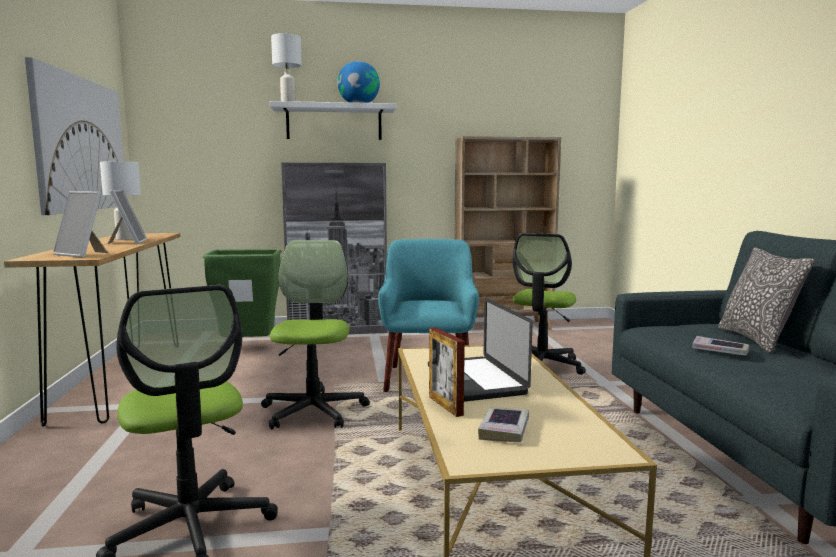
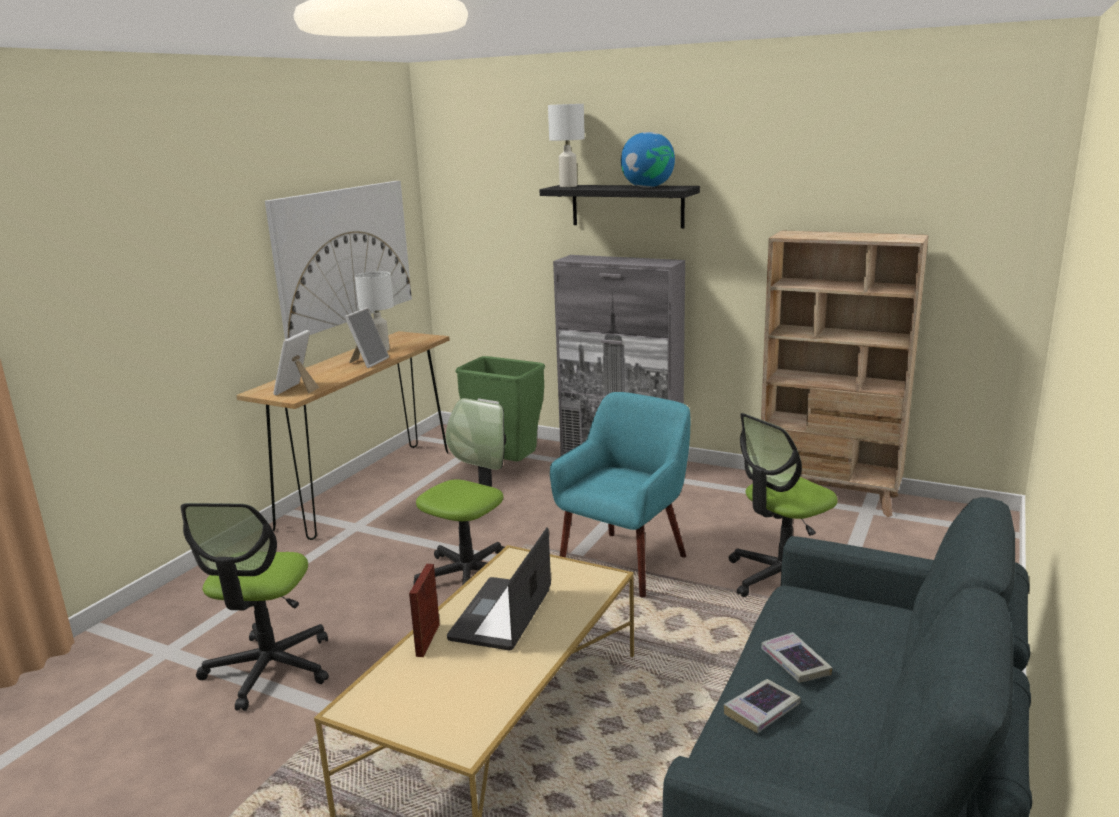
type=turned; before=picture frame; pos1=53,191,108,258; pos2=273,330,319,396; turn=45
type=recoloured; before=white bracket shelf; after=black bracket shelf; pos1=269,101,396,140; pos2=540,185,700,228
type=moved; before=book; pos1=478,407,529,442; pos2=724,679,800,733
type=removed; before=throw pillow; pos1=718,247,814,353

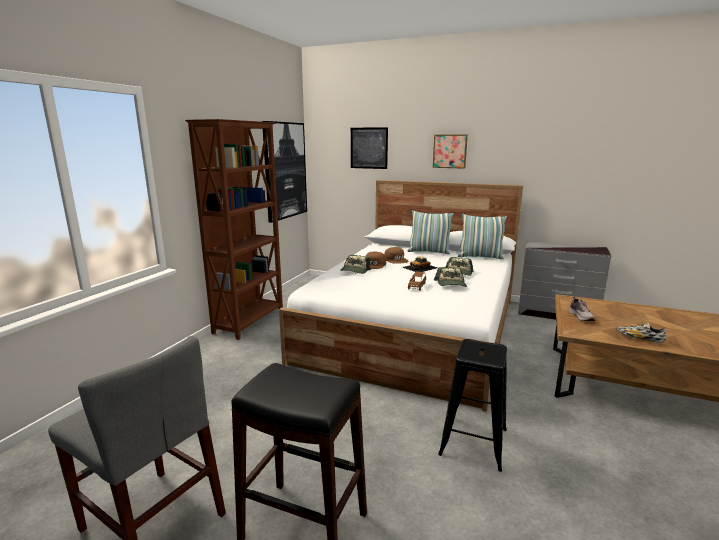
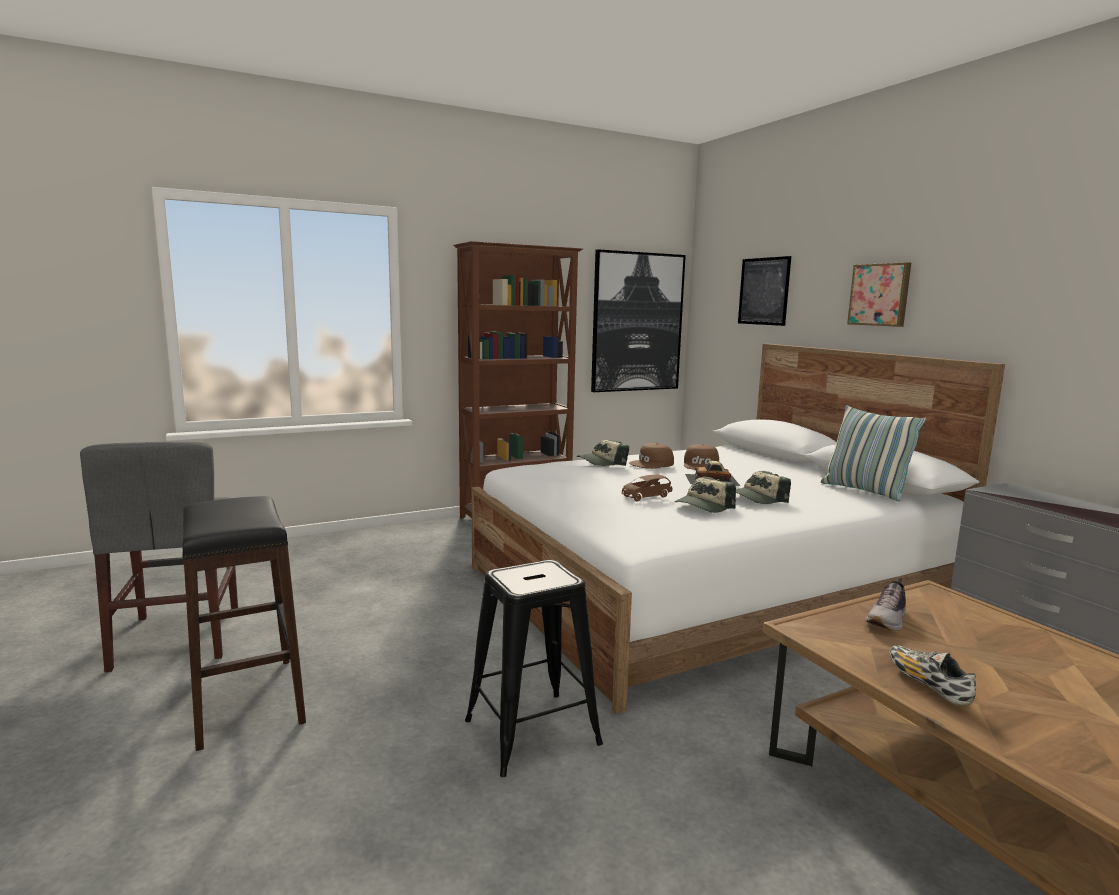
type=removed; before=throw pillow; pos1=407,210,454,254

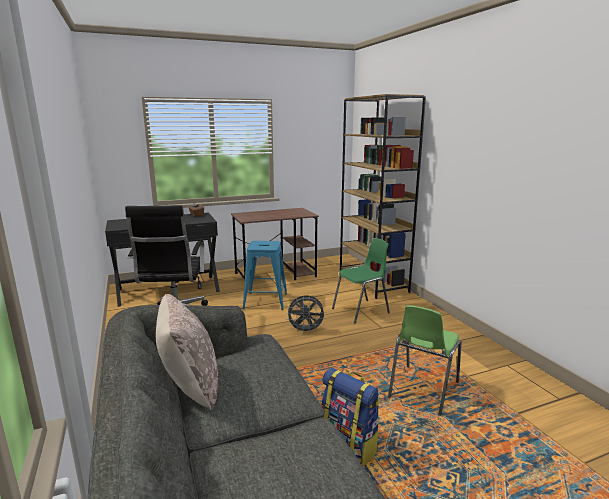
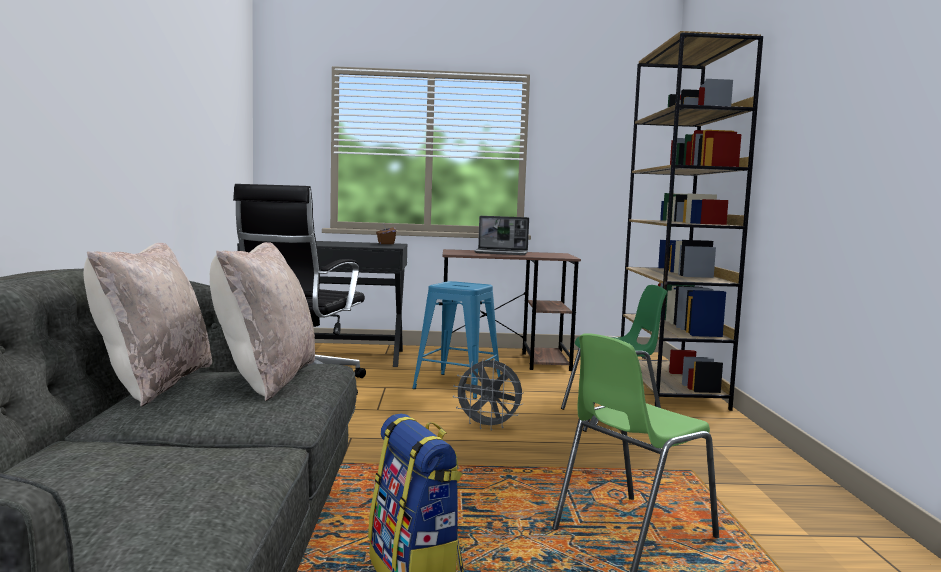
type=added; after=sand-coloured throw pillow; pos2=210,242,315,401
type=added; after=laptop; pos2=474,216,529,255

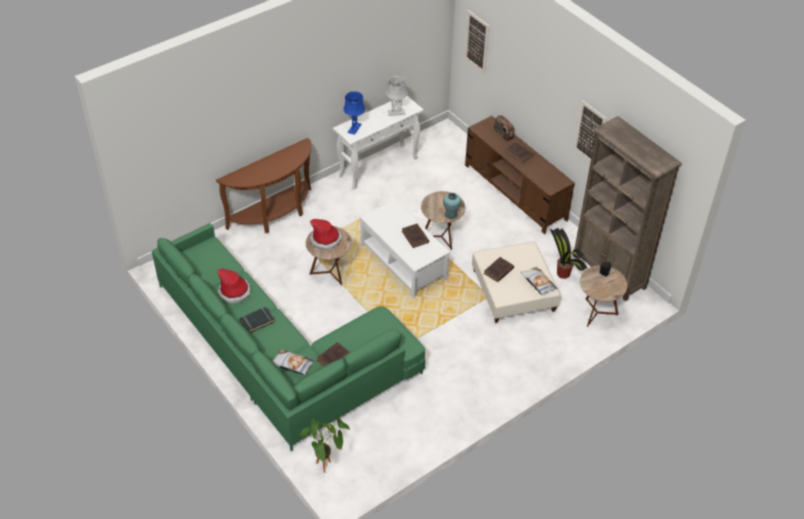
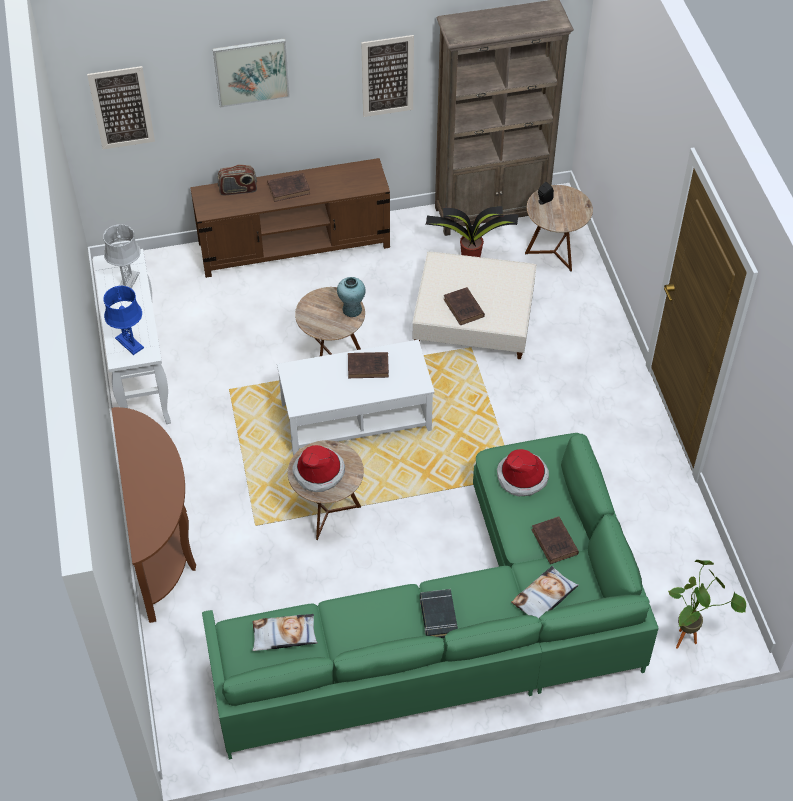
type=moved; before=clothing hat; pos1=218,269,251,304; pos2=497,449,549,496
type=moved; before=throw pillow; pos1=520,267,558,295; pos2=252,614,318,651
type=added; after=wall art; pos2=213,38,290,108

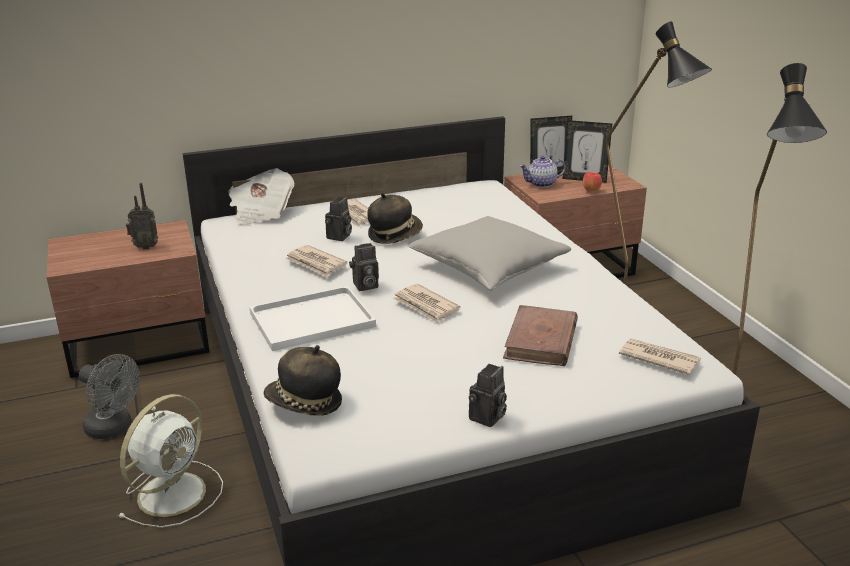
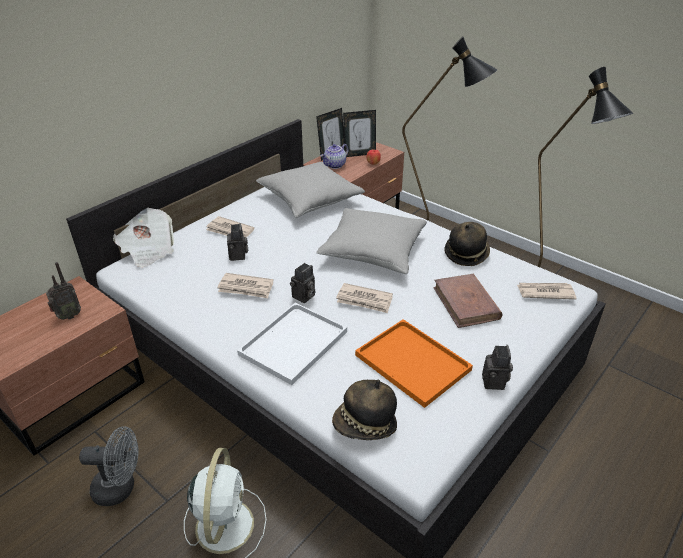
type=moved; before=clothing hat; pos1=367,193,423,244; pos2=444,222,490,266
type=added; after=gray throw pillow; pos2=256,162,365,218
type=added; after=orangey serving tray; pos2=355,319,473,408

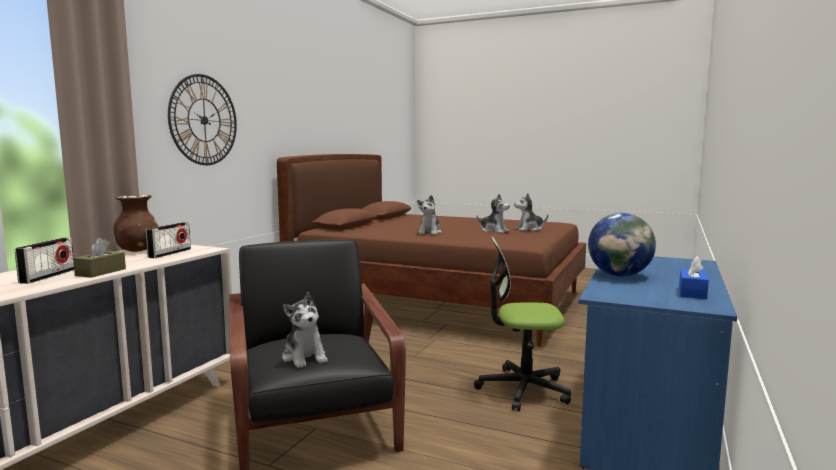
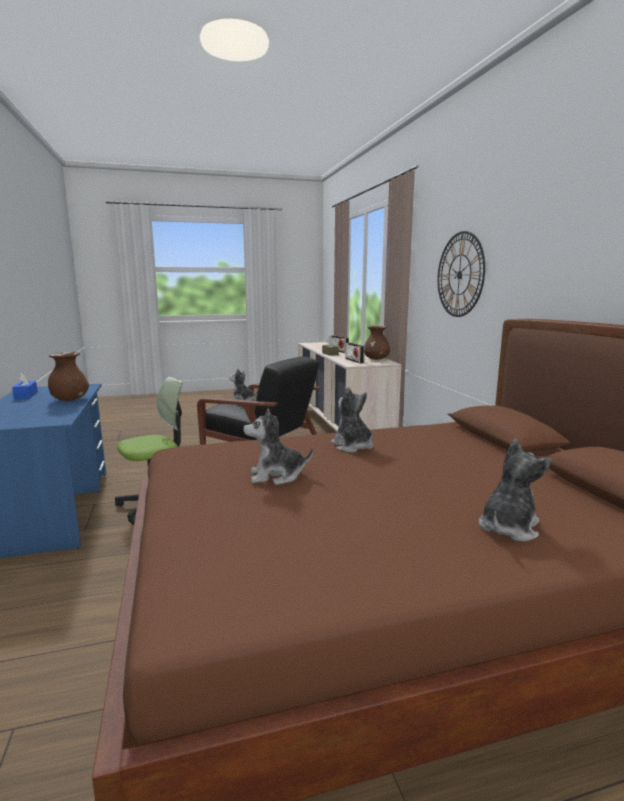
type=moved; before=plush toy; pos1=514,194,548,231; pos2=479,439,552,542
type=replaced; before=world globe; after=brown decorative vase; pos1=588,213,656,276; pos2=48,352,89,401

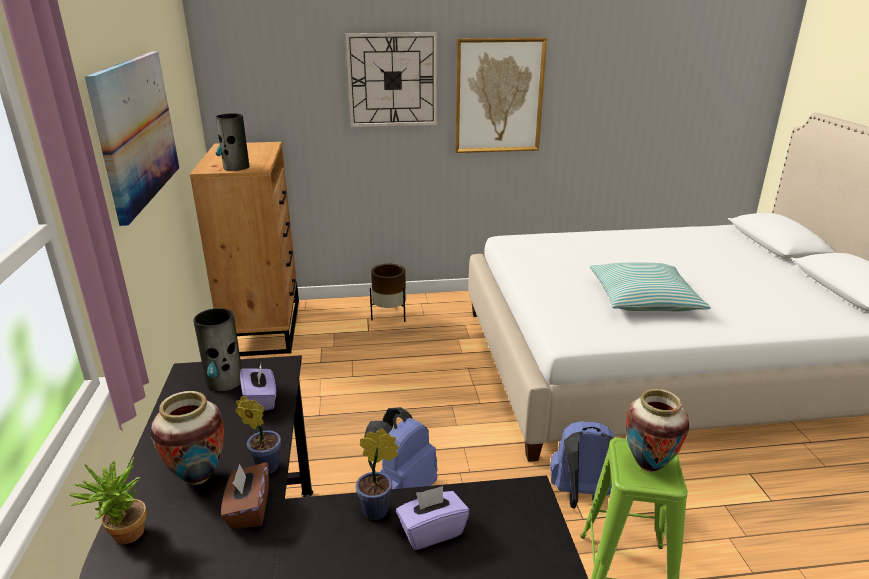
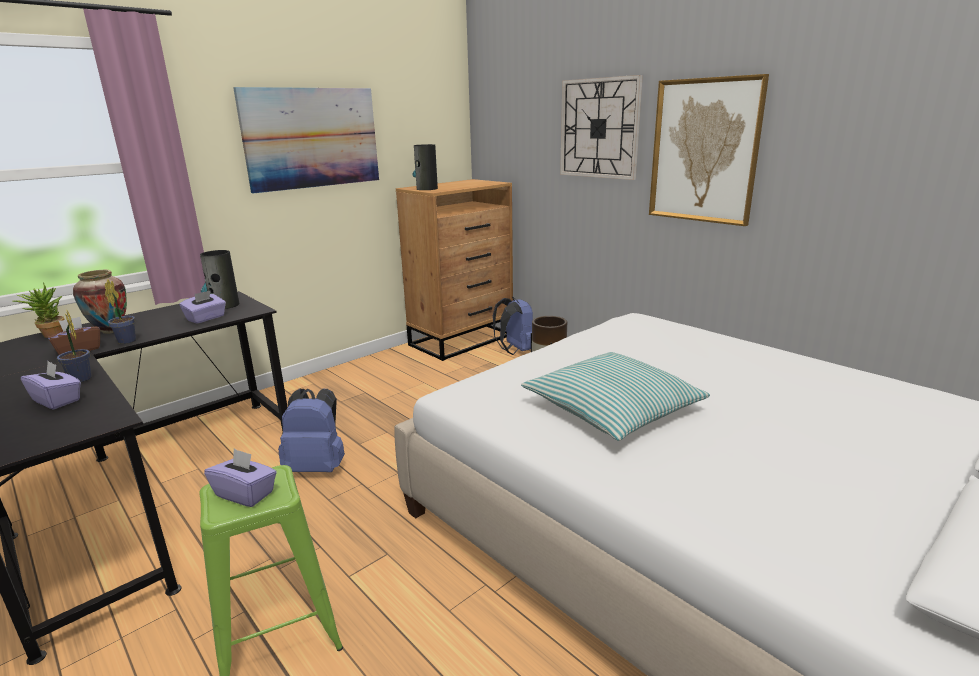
type=moved; before=bluish knapsack; pos1=550,421,615,509; pos2=493,297,533,355
type=replaced; before=decorative vase; after=purplish tissue box; pos1=626,389,689,472; pos2=204,448,277,507

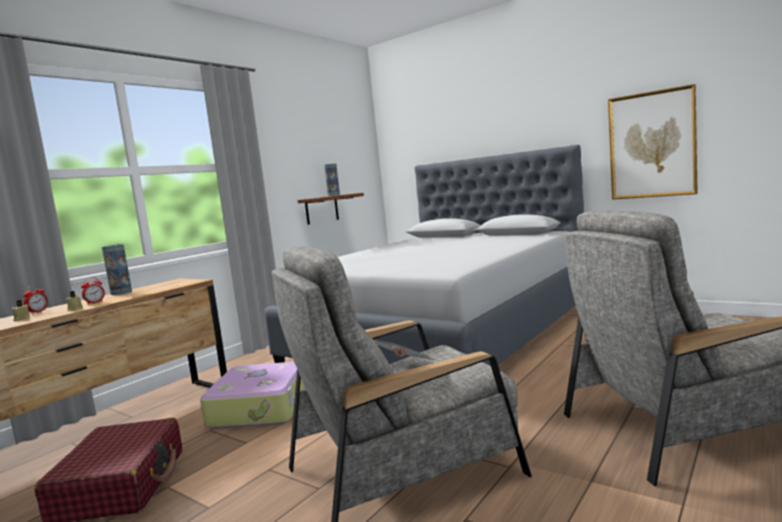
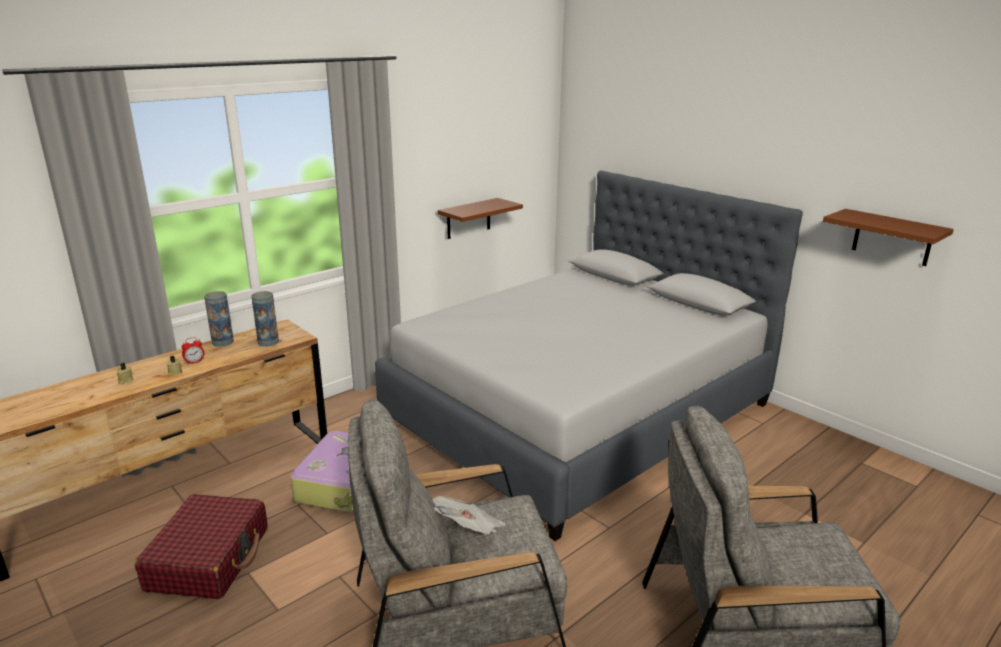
type=removed; before=bedside clock; pos1=23,285,48,314
type=moved; before=decorative vase; pos1=324,164,340,196; pos2=251,291,279,347
type=replaced; before=wall art; after=brown bracket shelf; pos1=608,84,698,200; pos2=823,209,954,266

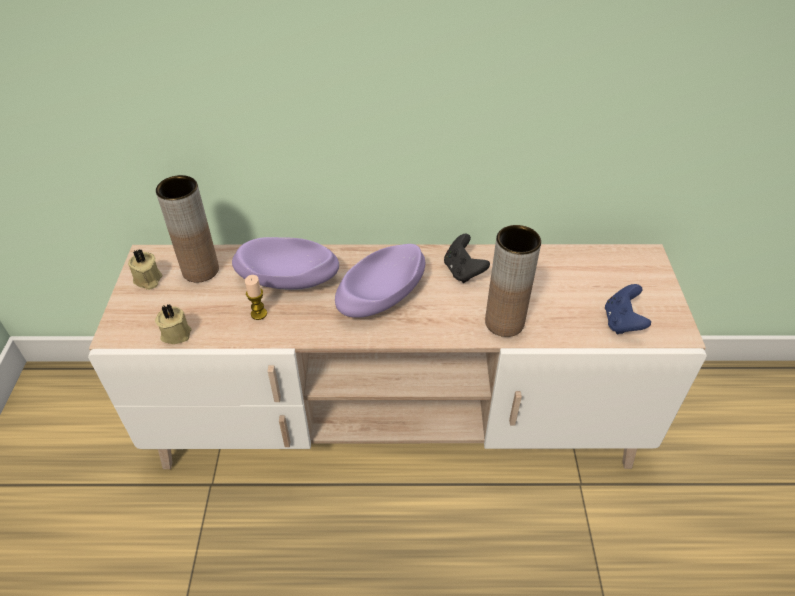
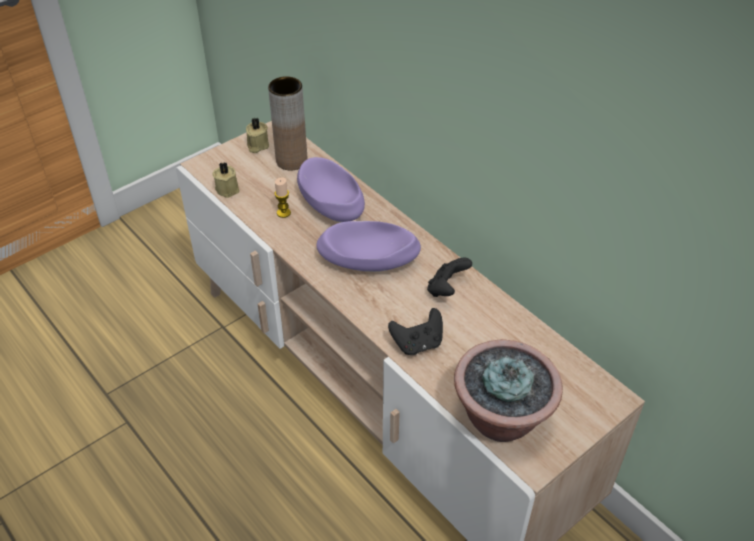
type=replaced; before=brown decorative vase; after=black joypad; pos1=485,225,541,337; pos2=388,308,443,355
type=replaced; before=bluish joypad; after=potted plant; pos1=605,284,651,334; pos2=454,339,563,442

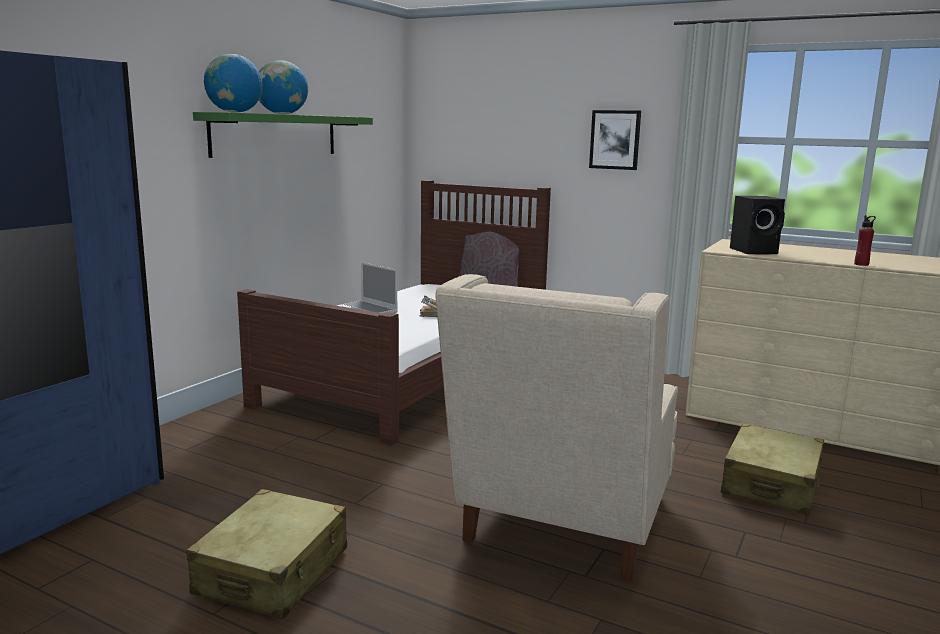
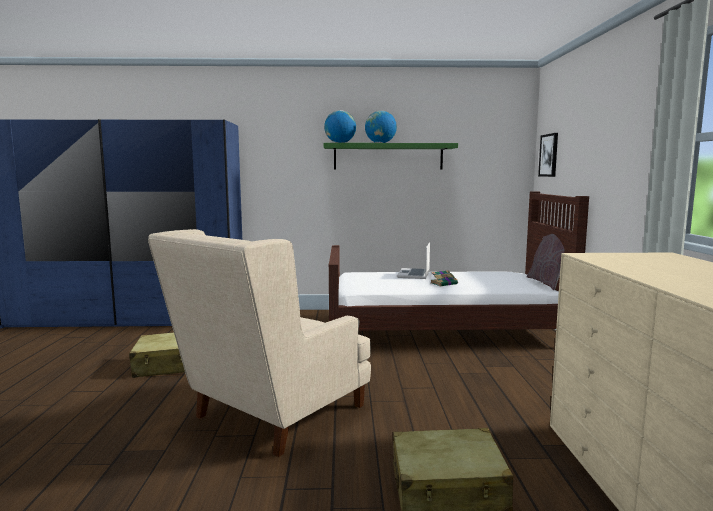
type=turned; before=sand-coloured easy chair; pos1=435,274,678,582; pos2=148,229,371,457; turn=-45
type=moved; before=wall art; pos1=589,110,641,170; pos2=538,133,558,177
type=removed; before=black loudspeaker; pos1=730,196,785,254
type=removed; before=red-coloured beverage bottle; pos1=854,215,876,266

